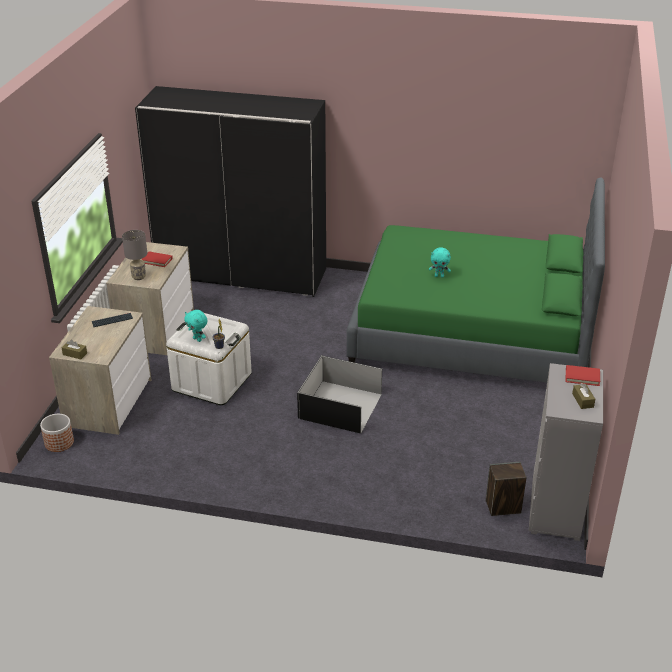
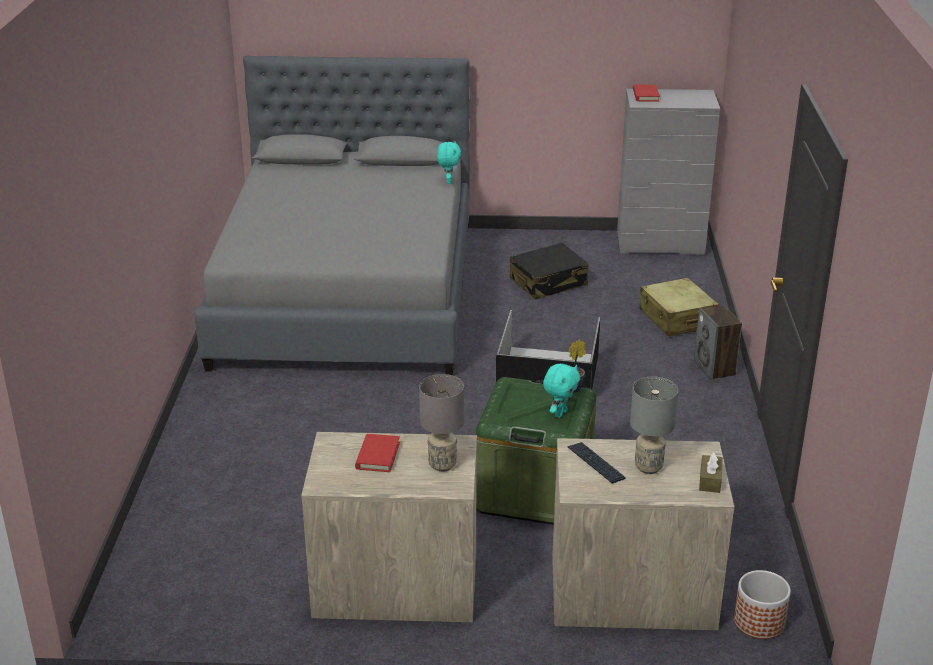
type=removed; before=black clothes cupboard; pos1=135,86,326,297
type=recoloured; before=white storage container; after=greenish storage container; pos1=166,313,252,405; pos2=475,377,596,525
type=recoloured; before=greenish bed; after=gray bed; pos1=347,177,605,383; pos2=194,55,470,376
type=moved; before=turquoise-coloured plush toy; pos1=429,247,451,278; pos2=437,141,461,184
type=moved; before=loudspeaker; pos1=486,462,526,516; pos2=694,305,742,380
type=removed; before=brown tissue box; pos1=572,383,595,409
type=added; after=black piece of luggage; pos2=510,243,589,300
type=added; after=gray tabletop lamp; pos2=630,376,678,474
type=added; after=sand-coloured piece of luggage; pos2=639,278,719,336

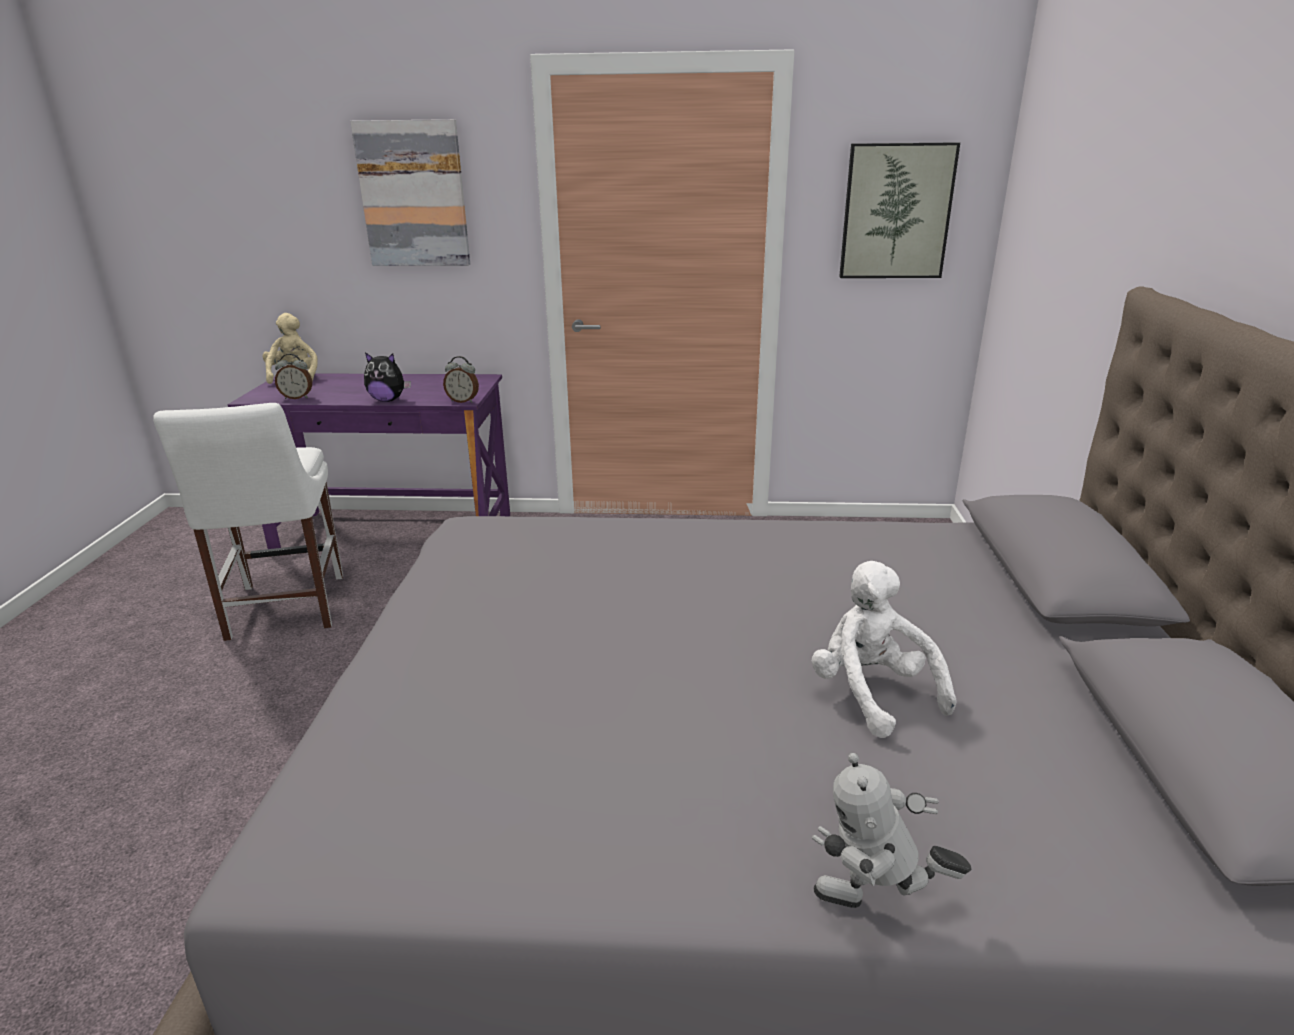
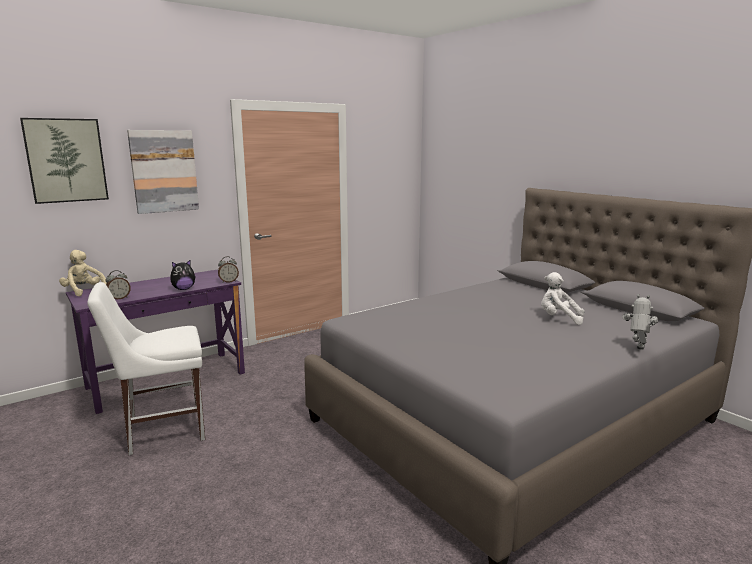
type=turned; before=white upright chair; pos1=153,403,343,641; pos2=87,282,205,455; turn=120
type=turned; before=robot figure; pos1=812,753,971,908; pos2=622,294,658,350; turn=150
type=moved; before=wall art; pos1=839,142,960,278; pos2=20,118,109,204

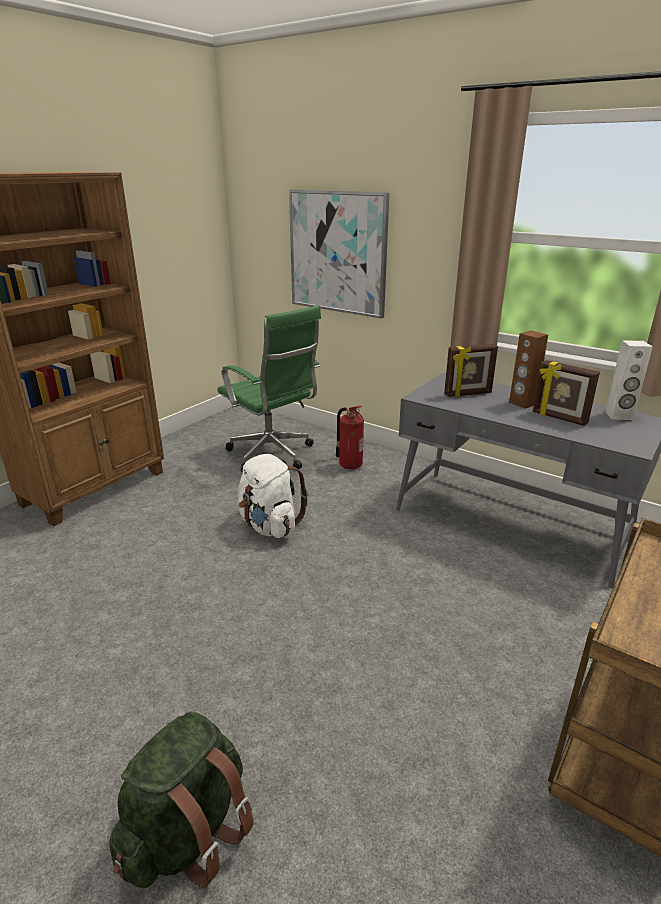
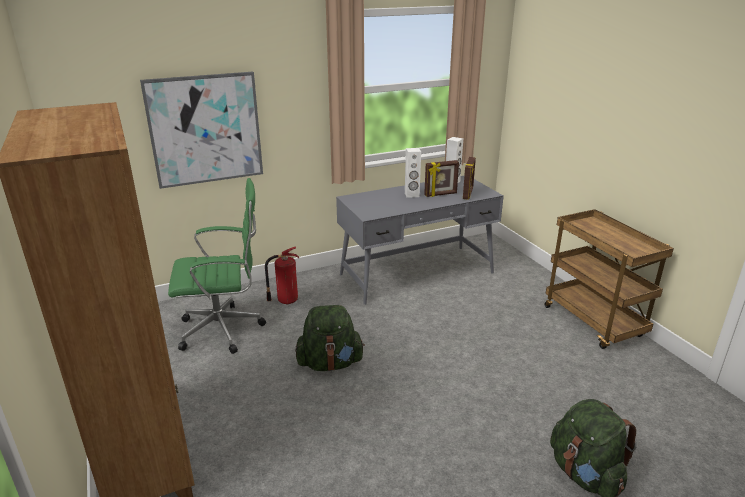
type=recoloured; before=white knapsack; after=greenish knapsack; pos1=238,454,308,538; pos2=295,305,365,371
type=moved; before=picture frame; pos1=444,344,498,397; pos2=463,157,476,200
type=recoloured; before=brown loudspeaker; after=white loudspeaker; pos1=509,330,548,409; pos2=405,148,421,198

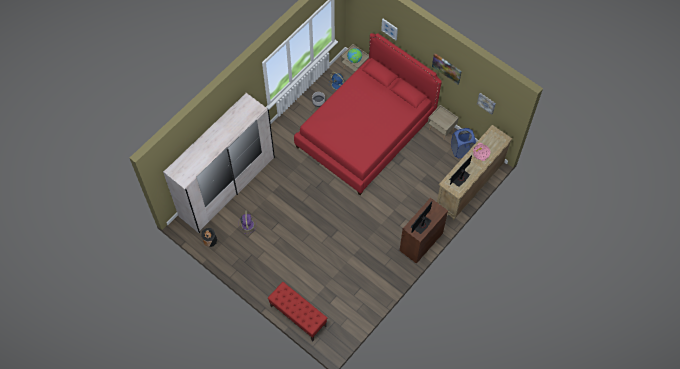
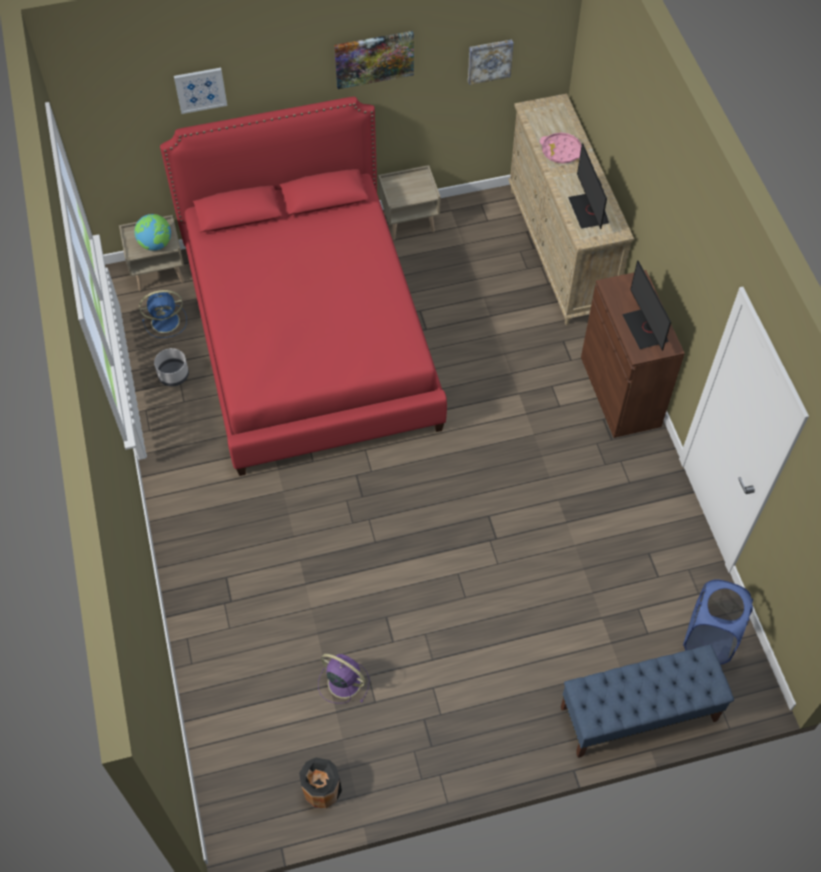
type=removed; before=white clothes cupboard; pos1=163,93,275,233
type=recoloured; before=red-coloured bench; after=bluish bench; pos1=268,282,327,341; pos2=561,644,734,758
type=moved; before=bluish laundry basket; pos1=451,128,476,158; pos2=683,579,753,665

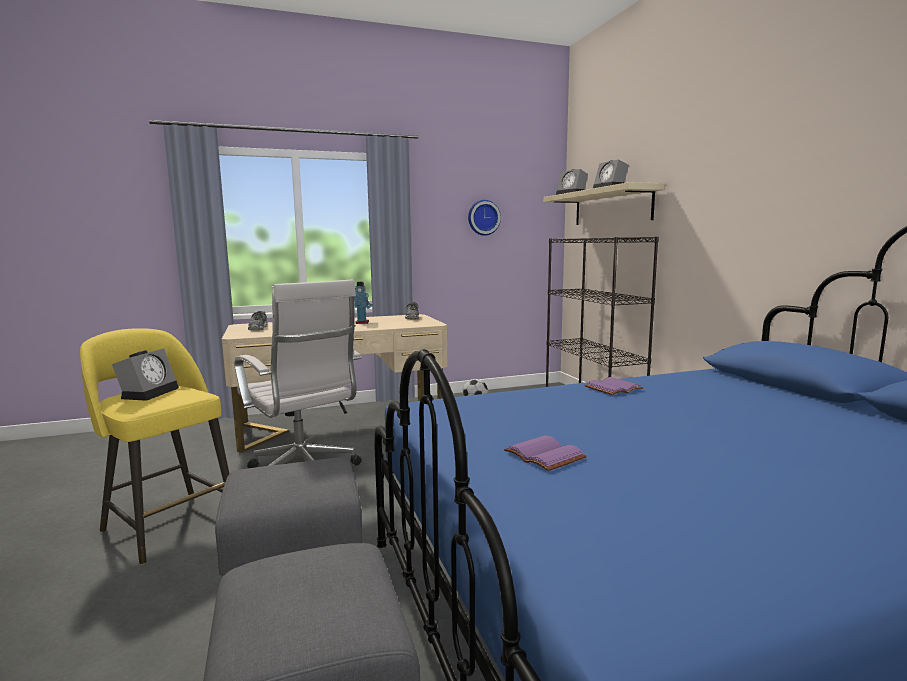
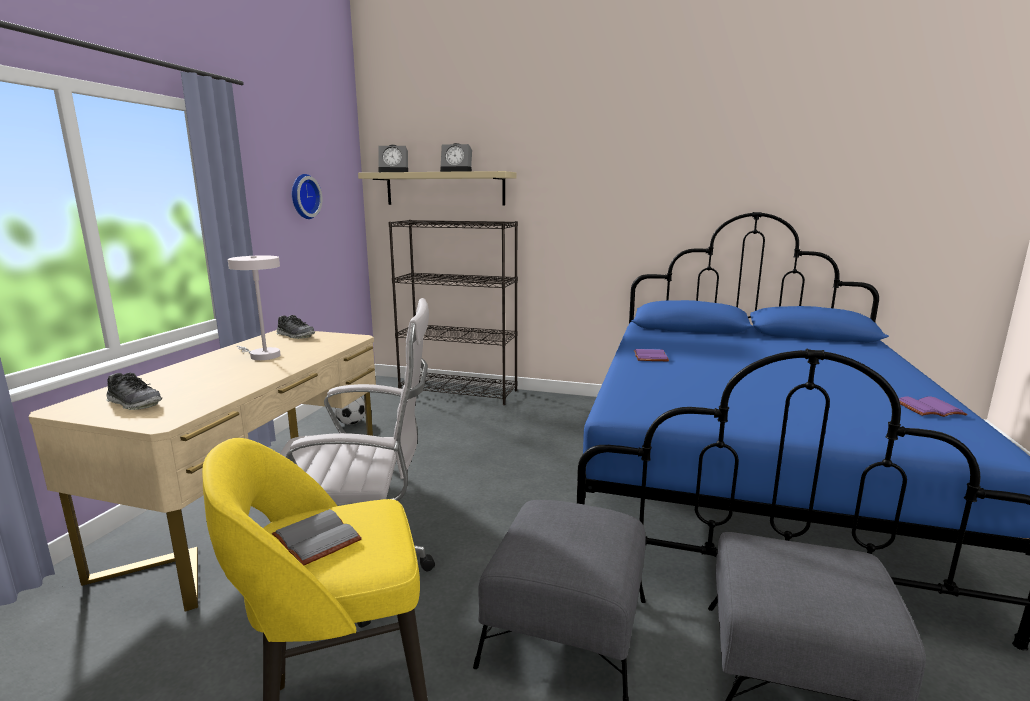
type=replaced; before=bedside clock; after=gray book; pos1=112,349,179,401; pos2=272,509,362,566
type=replaced; before=robot figure; after=white tabletop lamp; pos1=354,282,373,324; pos2=228,255,280,360
type=moved; before=purplish book; pos1=504,435,587,471; pos2=899,396,968,417

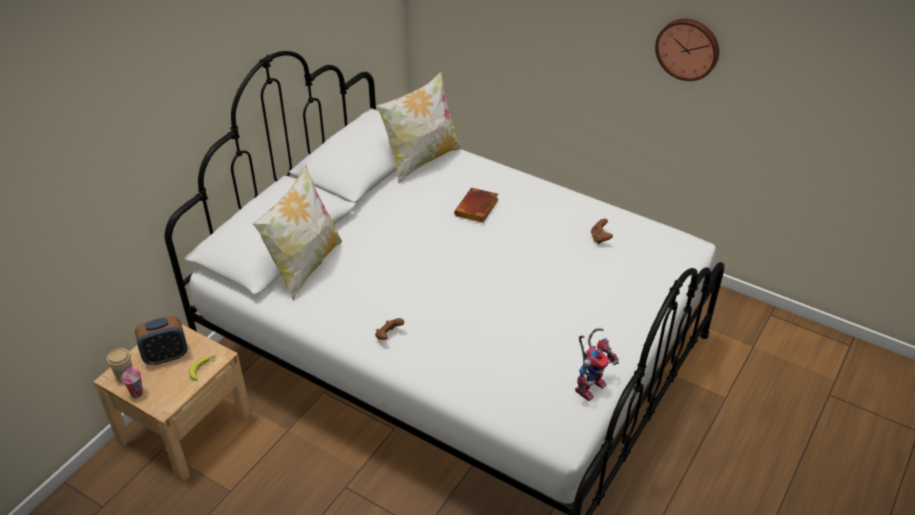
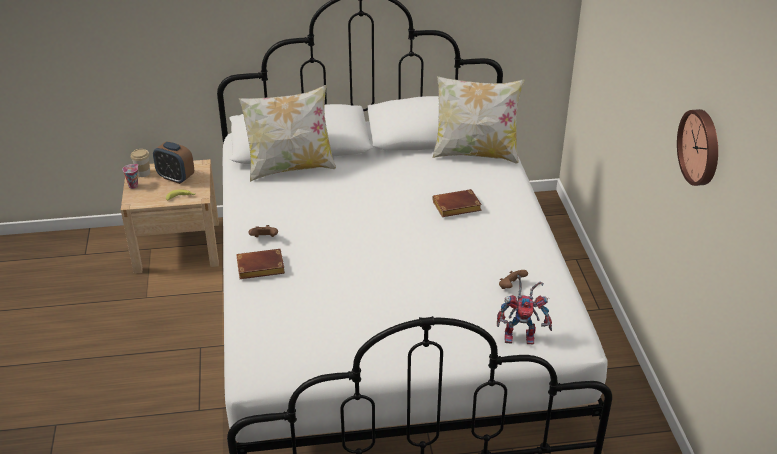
type=moved; before=robot figure; pos1=575,328,619,401; pos2=497,275,552,345
type=added; after=brown book; pos2=236,249,285,279

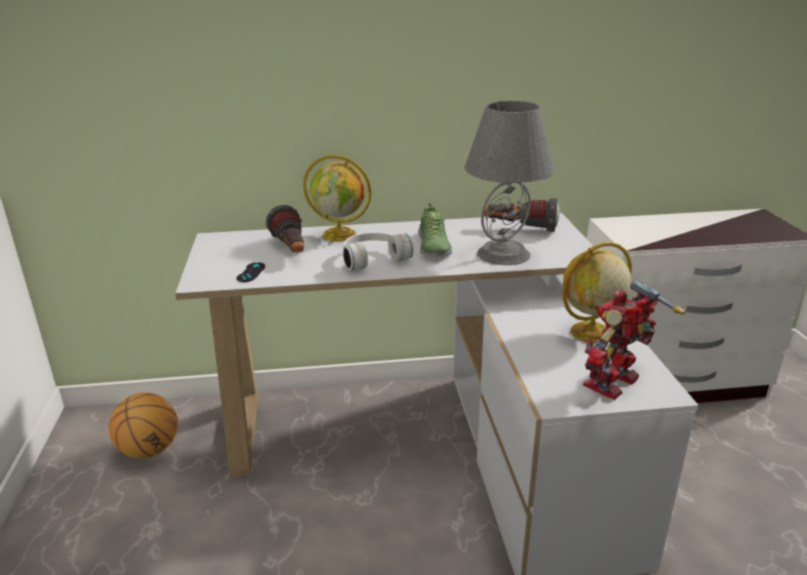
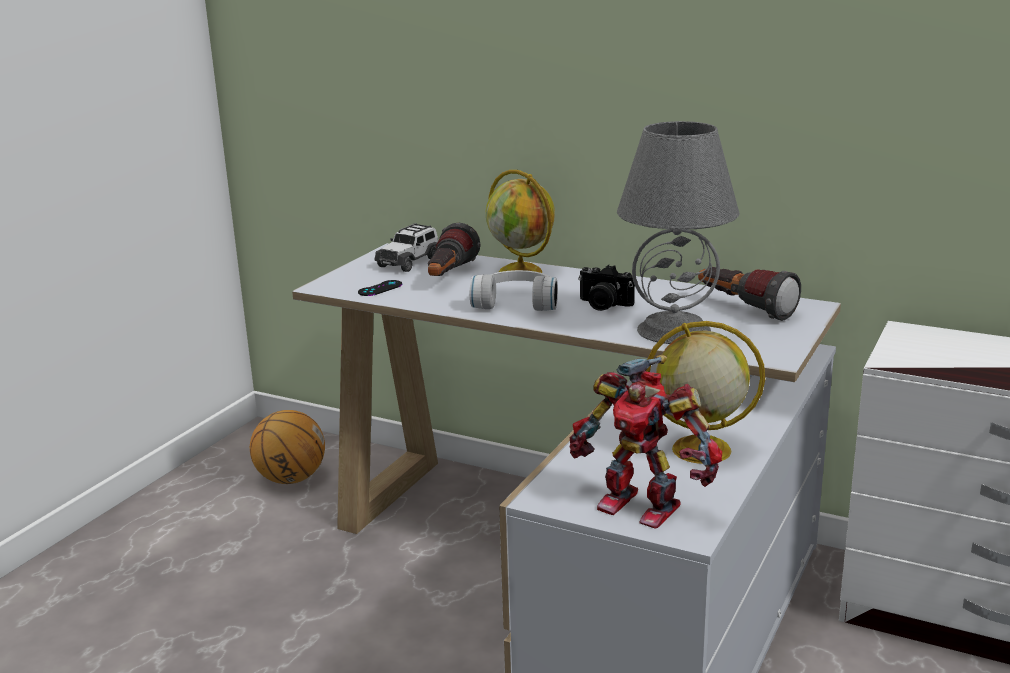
type=replaced; before=low shoe; after=photo camera; pos1=418,203,452,257; pos2=578,265,635,311
type=turned; before=robot figure; pos1=583,280,685,400; pos2=569,355,722,528; turn=-135
type=added; after=model car; pos2=374,223,438,272

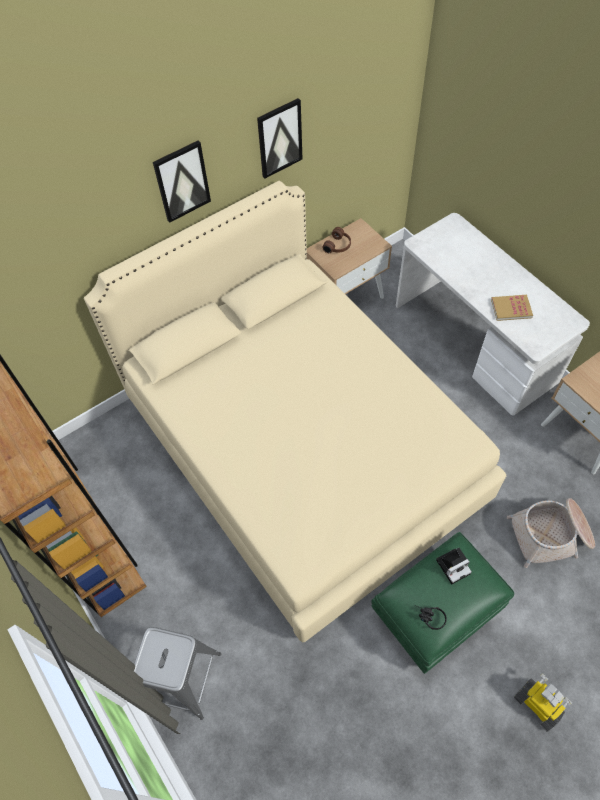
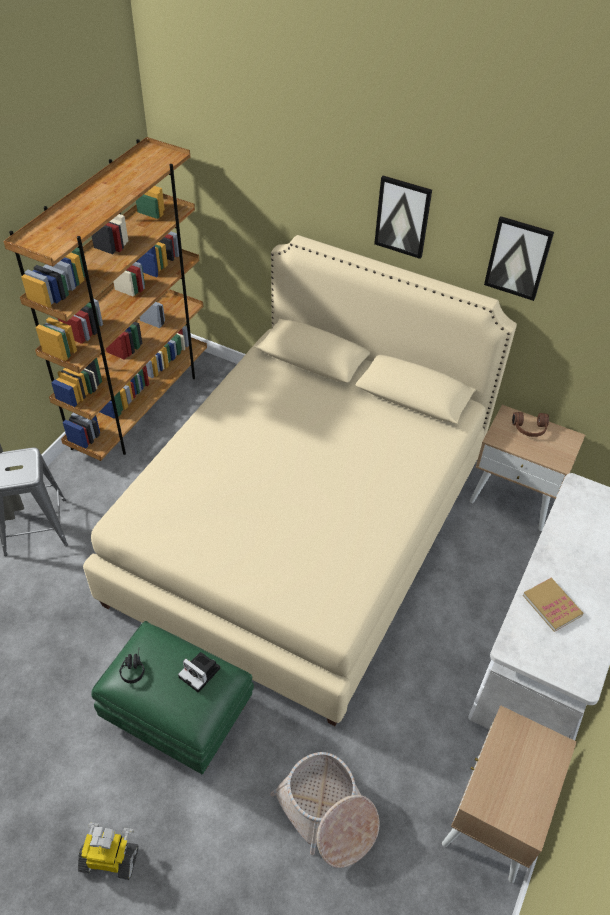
type=turned; before=robot figure; pos1=514,673,572,732; pos2=78,822,139,880; turn=-105

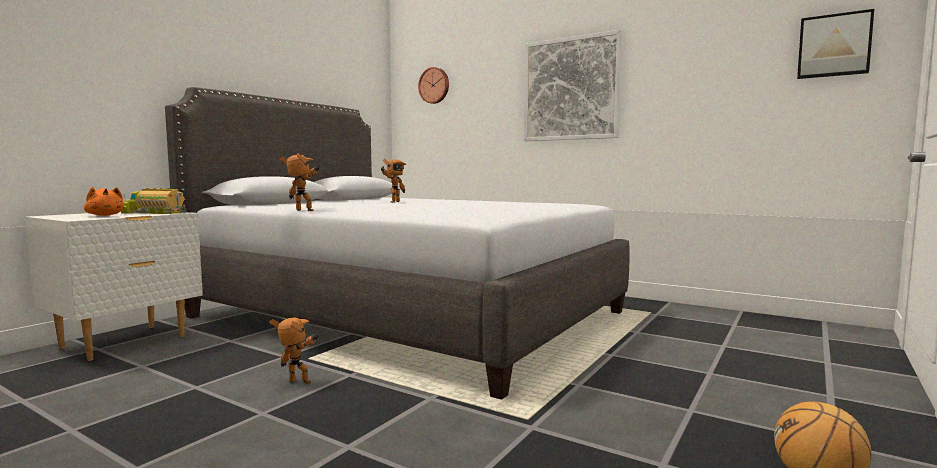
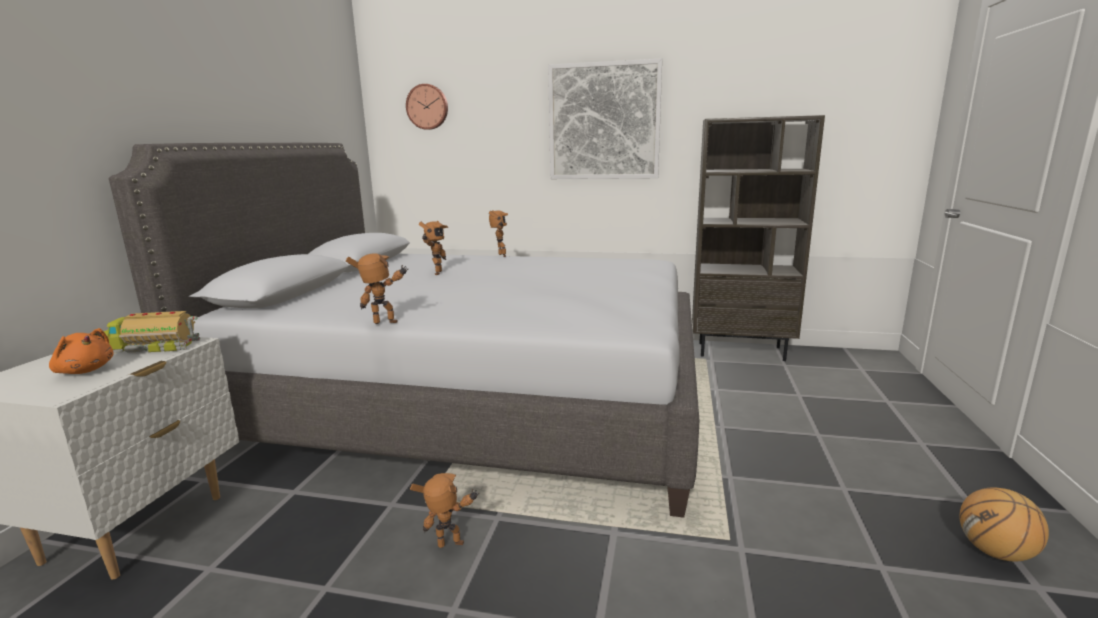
type=removed; before=wall art; pos1=797,9,874,79
type=added; after=robot figure; pos2=489,210,508,257
type=added; after=brown shelving unit; pos2=692,115,825,361

